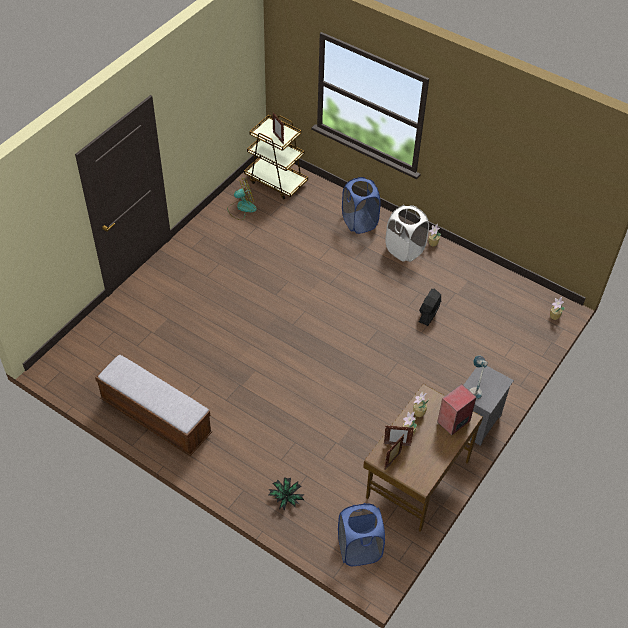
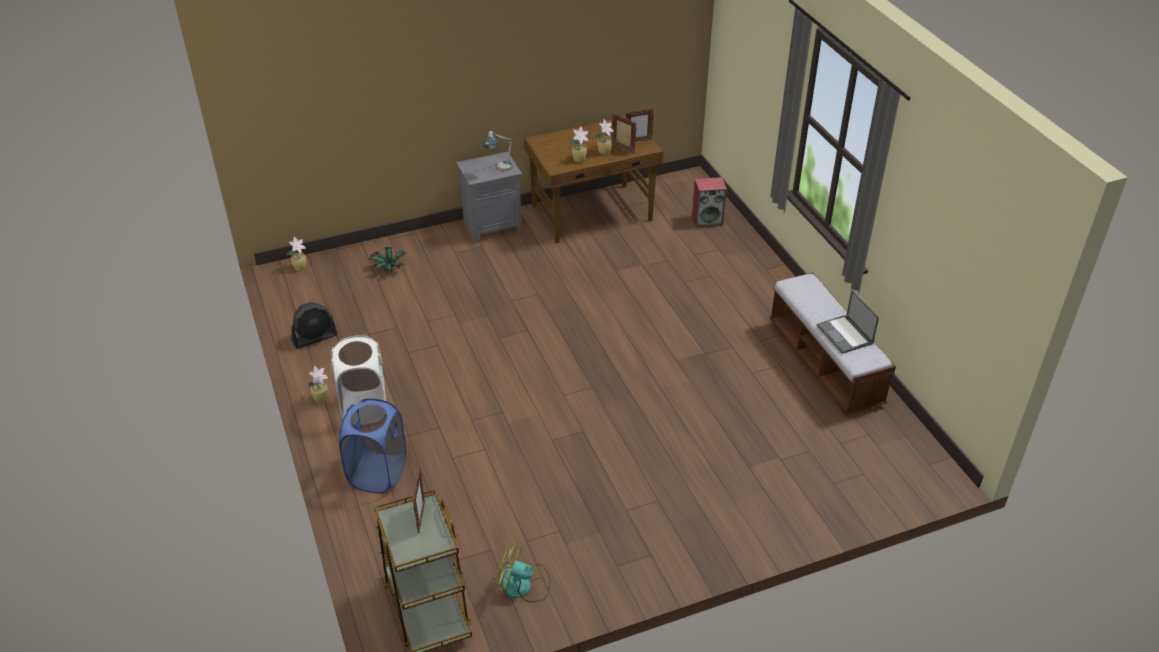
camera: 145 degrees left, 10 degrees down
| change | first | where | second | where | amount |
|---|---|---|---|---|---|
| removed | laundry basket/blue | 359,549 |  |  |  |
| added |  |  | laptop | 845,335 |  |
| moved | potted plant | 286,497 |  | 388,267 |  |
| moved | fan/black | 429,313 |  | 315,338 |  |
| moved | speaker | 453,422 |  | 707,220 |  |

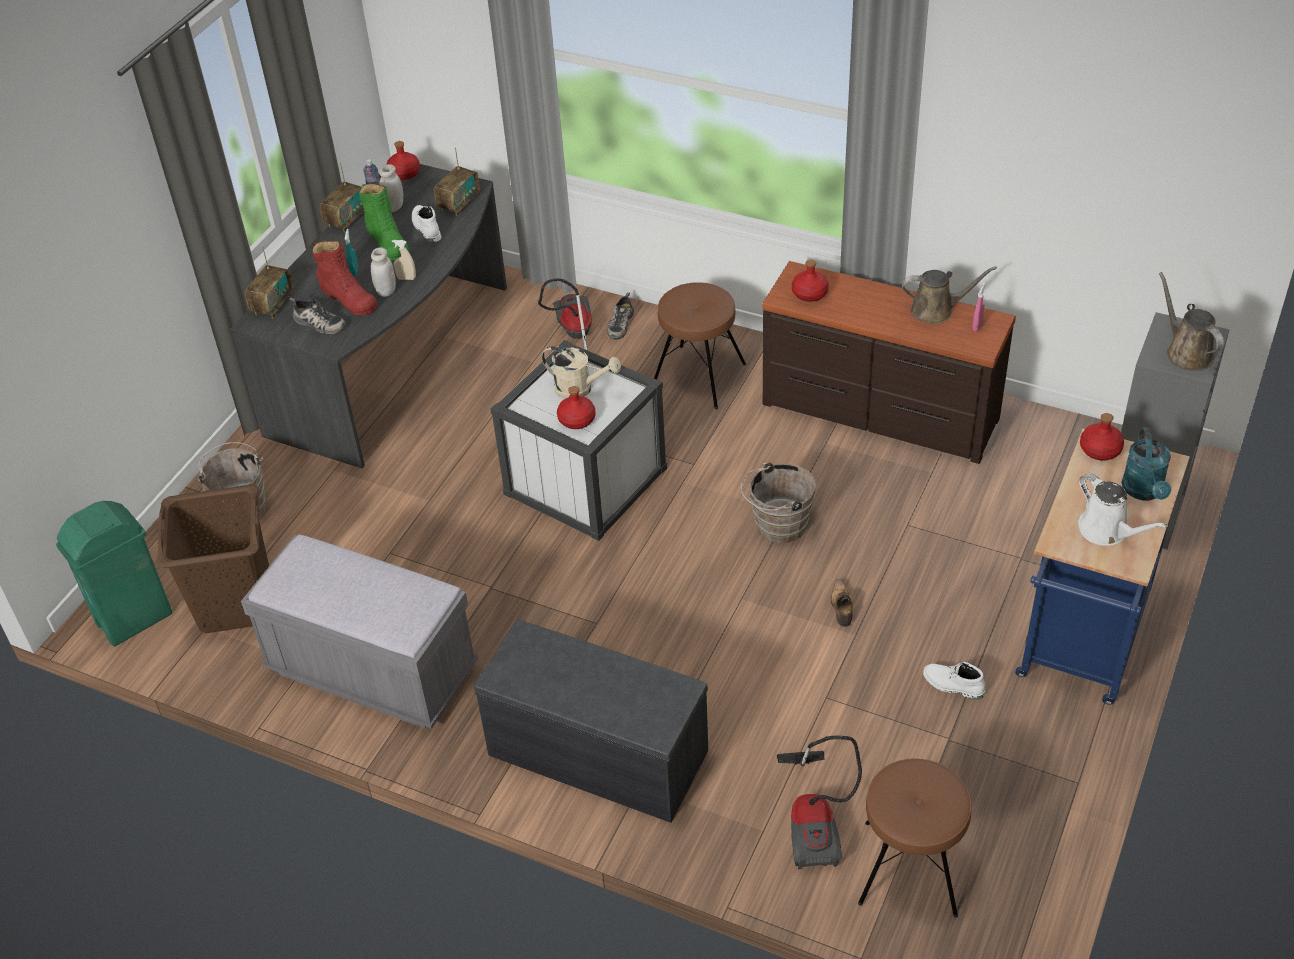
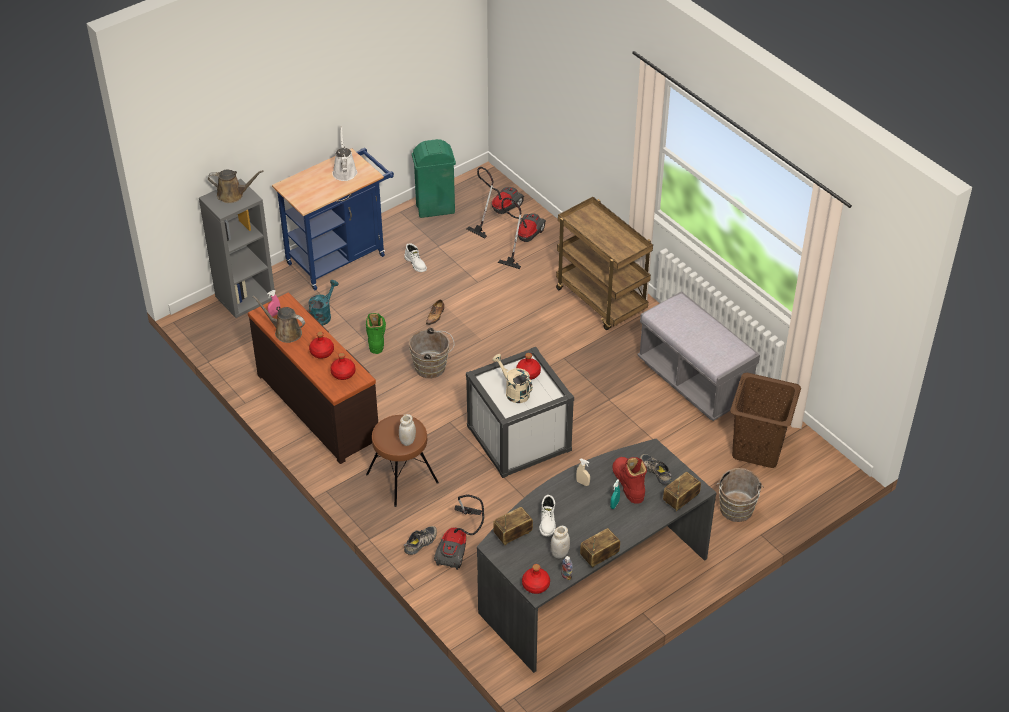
camera: 155 degrees left, 0 degrees up
| change | first | where | second | where | amount |
|---|---|---|---|---|---|
| moved | trash can/green | 135,619 |  | 435,209 |  |
| moved | boot/green | 388,242 |  | 376,337 |  |
| moved | jar/white | 386,291 |  | 407,441 |  |
| moved | bottle/red | 1099,449 |  | 322,352 |  |
| moved | watering can/turquoise | 1144,491 |  | 322,315 |  |
| replaced | bench/grey | 595,754 | cart/brown | 602,301 |  |
| replaced | stool/brown | 909,869 | vacuum cleaner | 497,211 |  |
| turned | watering can/brown | 1186,352 |  | 233,195 | 90 degrees counterclockwise |

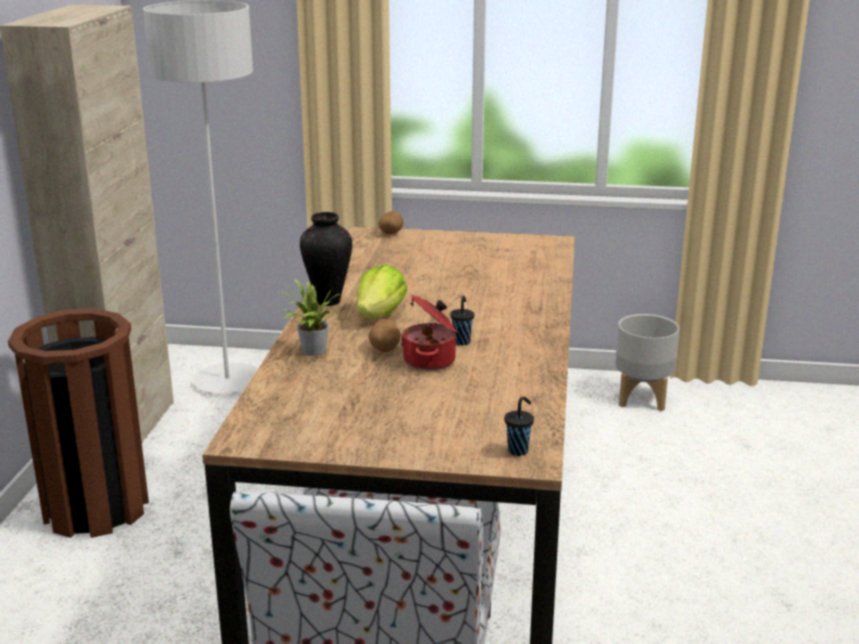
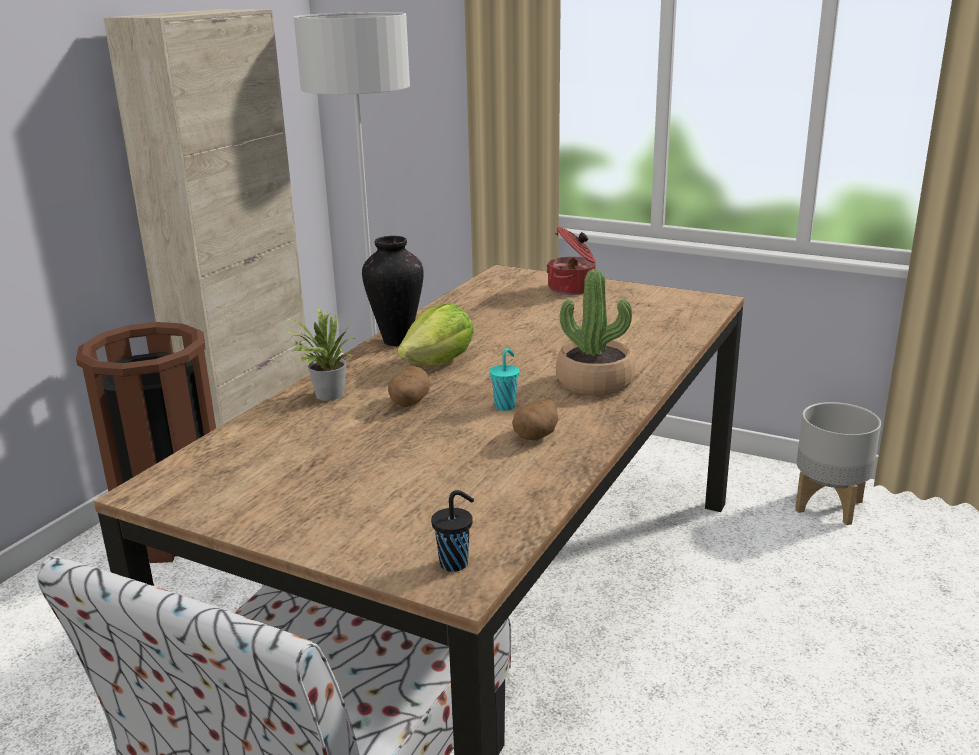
camera: 20 degrees right, 0 degrees up
| change | first | where | second | where | amount |
|---|---|---|---|---|---|
| added |  |  | potted plant | 595,382 |  |
| moved | potato | 391,232 |  | 536,435 |  |
| moved | cooking pot | 431,360 |  | 573,289 |  |
| recoloured | cup/black | 462,342 | cup/turquoise | 505,406 |  |

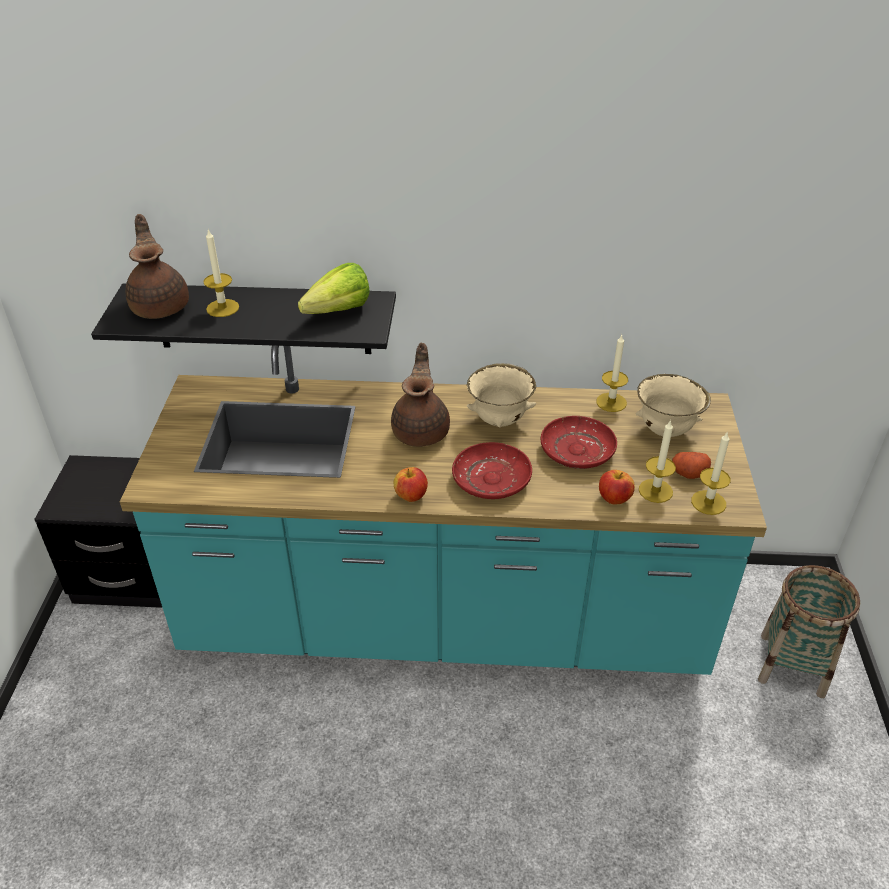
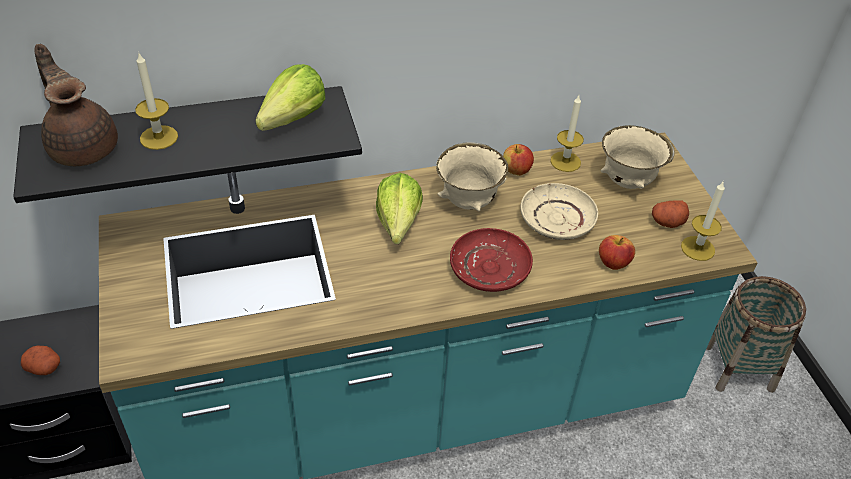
camera: 20 degrees left, 5 degrees up
| change | first | where | second | where | amount |
|---|---|---|---|---|---|
| removed | candle | 655,491 |  |  |  |
| added |  |  | potato | 45,367 |  |
| moved | apple | 411,496 |  | 516,171 |  |
| replaced | teapot/brown | 422,430 | lettuce | 396,229 |  |
| recoloured | plate/red | 577,451 | plate/beige | 557,220 |  |

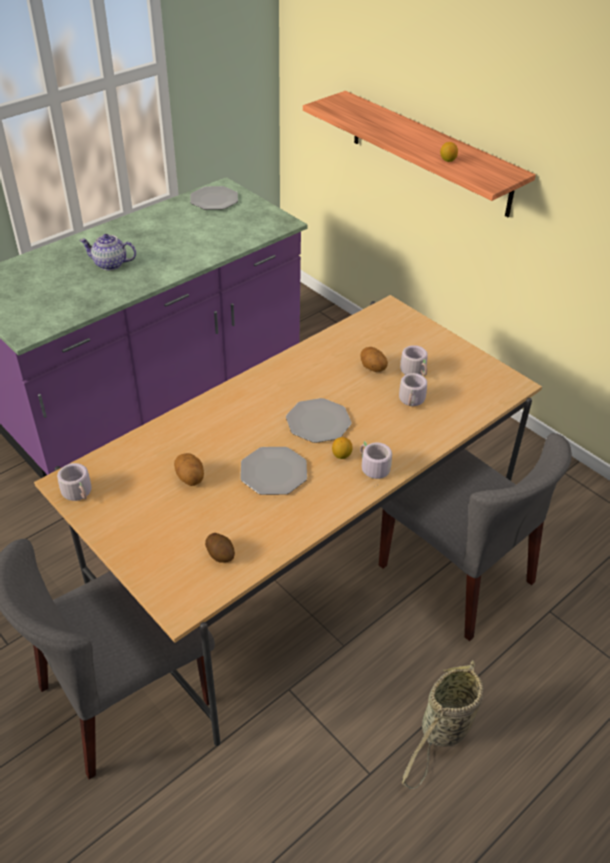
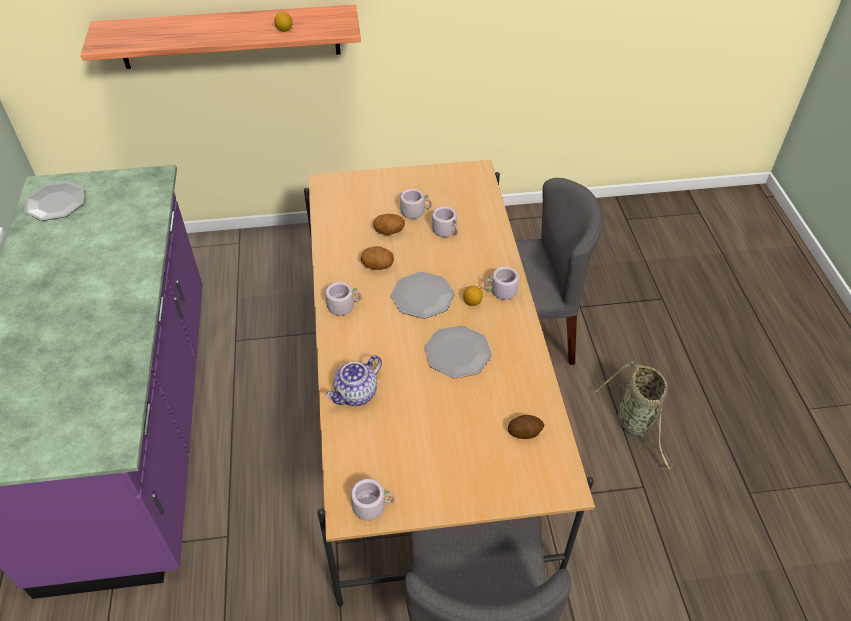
camera: 55 degrees left, 5 degrees up
| change | first | where | second | where | amount |
|---|---|---|---|---|---|
| added |  |  | mug/grey | 344,305 |  |
| moved | teapot | 110,264 |  | 356,394 |  |
| moved | potato | 190,478 |  | 378,266 |  |

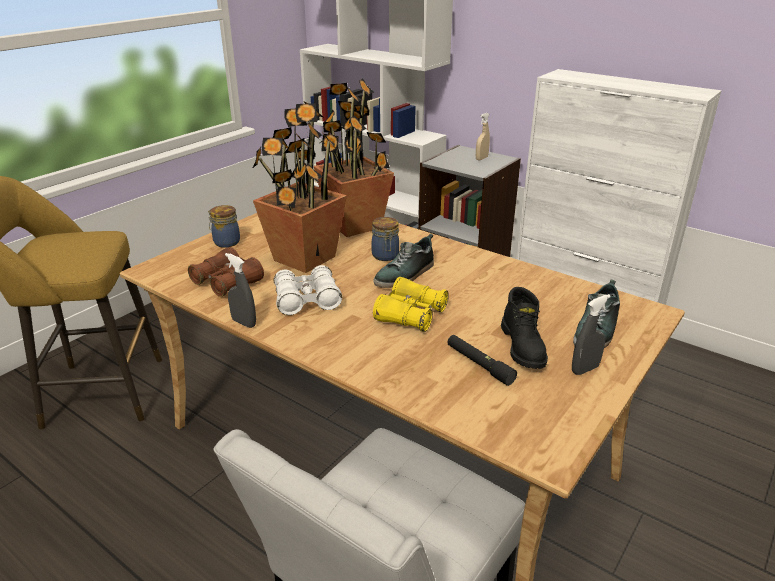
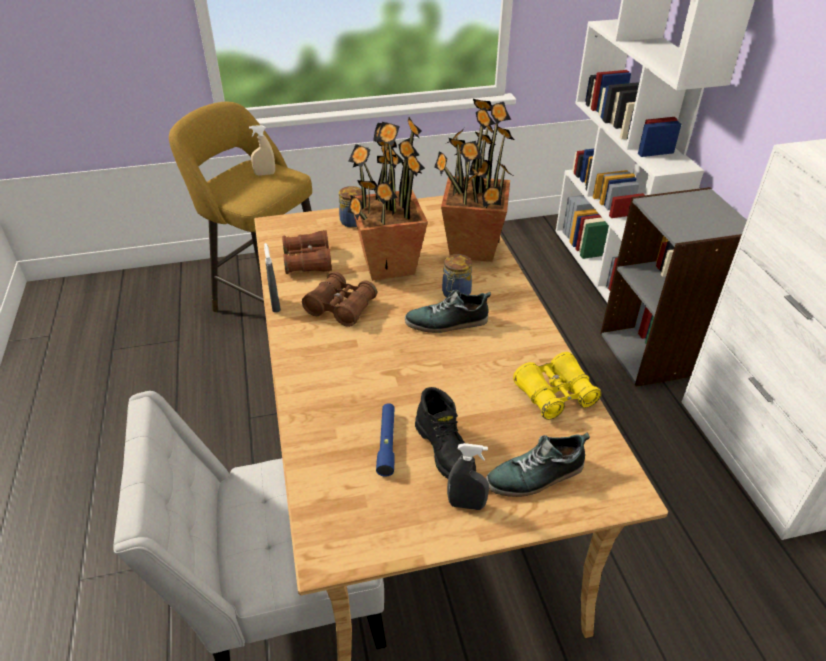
camera: 40 degrees right, 10 degrees up
| change | first | where | second | where | amount |
|---|---|---|---|---|---|
| moved | binoculars/yellow | 410,315 |  | 555,395 |  |
| moved | spray bottle/beige | 481,158 |  | 265,174 |  |
| recoloured | binoculars/white | 307,300 | binoculars/brown | 341,307 |  |
| recoloured | flashlight/black | 479,364 | flashlight/blue | 387,443 |  |
| turned | boot/black | 523,347 |  | 446,450 | 60 degrees counterclockwise |

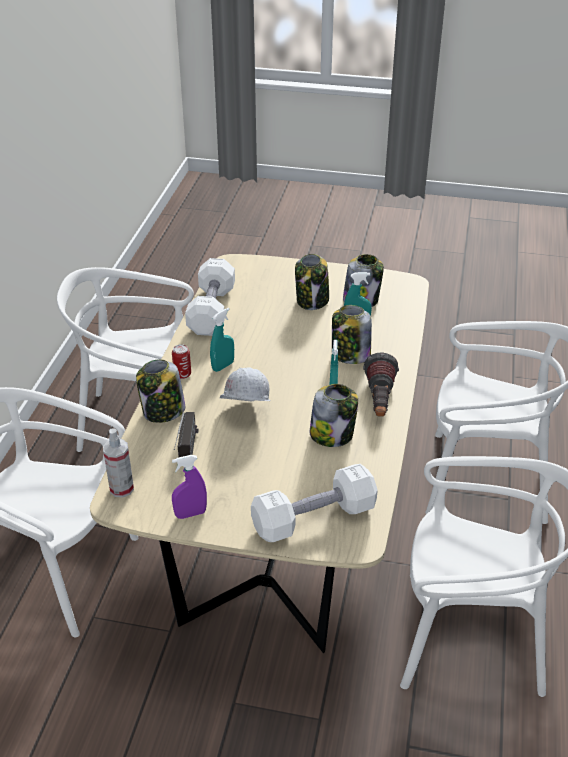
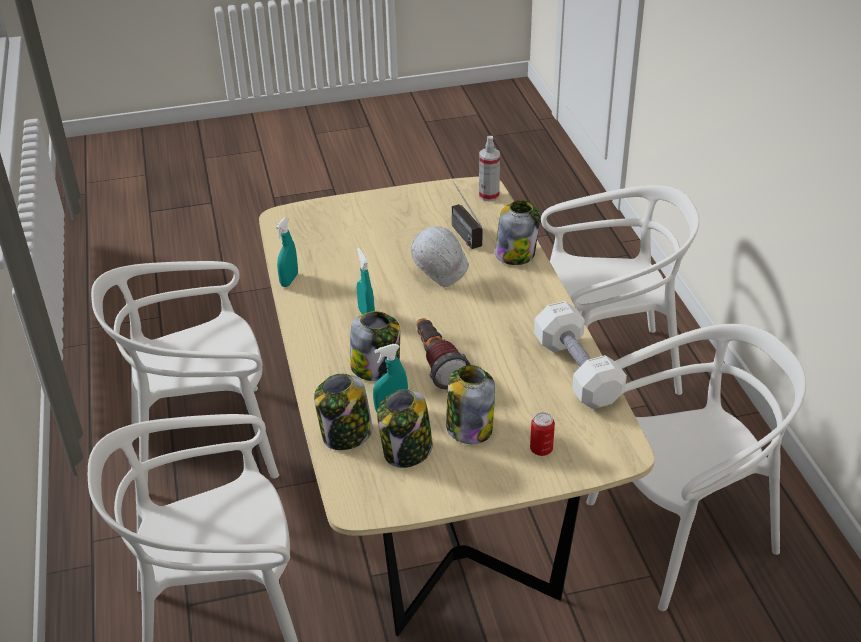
camera: 155 degrees right, 0 degrees up
| change | first | where | second | where | amount |
|---|---|---|---|---|---|
| removed | spray bottle/purple | 190,514 |  |  |  |
| removed | dumbbell/white | 314,518 |  |  |  |
| moved | can | 182,374 |  | 541,449 |  |
| moved | spray bottle/turquoise | 223,366 |  | 289,280 |  |
| moved | jar | 332,434 |  | 346,435 |  |
| moved | flashlight | 379,402 |  | 437,364 |  |

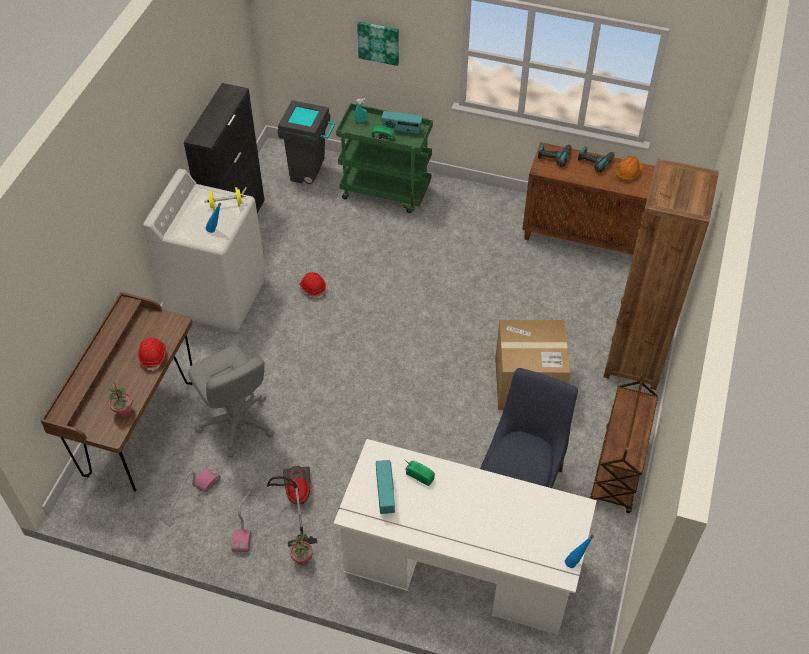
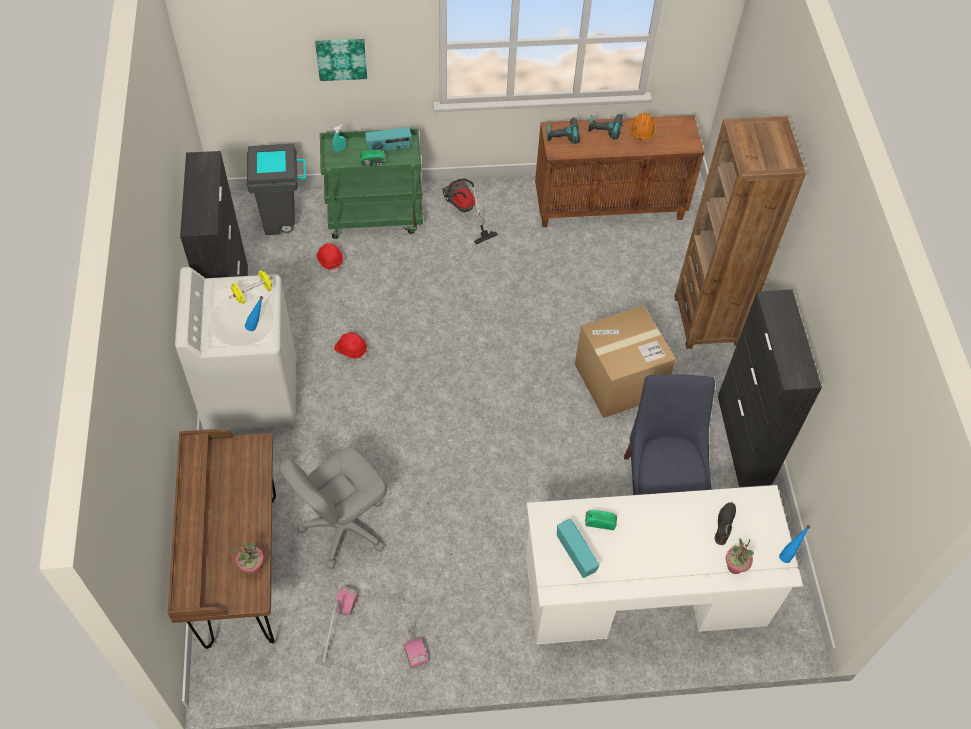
camera: 25 degrees left, 5 degrees up
| change | first | where | second | where | amount |
|---|---|---|---|---|---|
| added |  |  | shoe/black | 724,525 |  |
| moved | hard hat/red | 154,356 |  | 330,260 |  |
| moved | vacuum cleaner | 296,501 |  | 463,211 |  |
| moved | potted plant | 302,559 |  | 734,566 |  |
| replaced | cart/brown | 618,470 | cabinet/black | 744,440 |  |
| turned | office chair/grey | 236,423 |  | 344,527 | 105 degrees clockwise |

